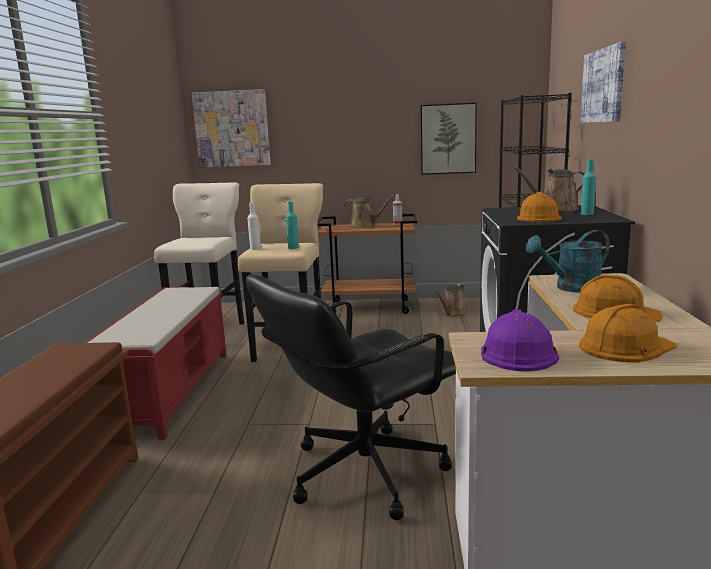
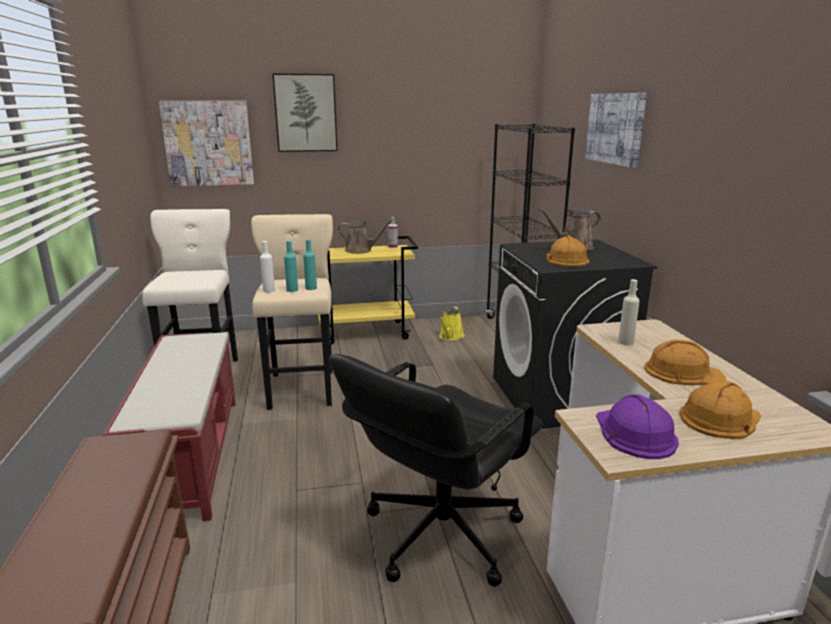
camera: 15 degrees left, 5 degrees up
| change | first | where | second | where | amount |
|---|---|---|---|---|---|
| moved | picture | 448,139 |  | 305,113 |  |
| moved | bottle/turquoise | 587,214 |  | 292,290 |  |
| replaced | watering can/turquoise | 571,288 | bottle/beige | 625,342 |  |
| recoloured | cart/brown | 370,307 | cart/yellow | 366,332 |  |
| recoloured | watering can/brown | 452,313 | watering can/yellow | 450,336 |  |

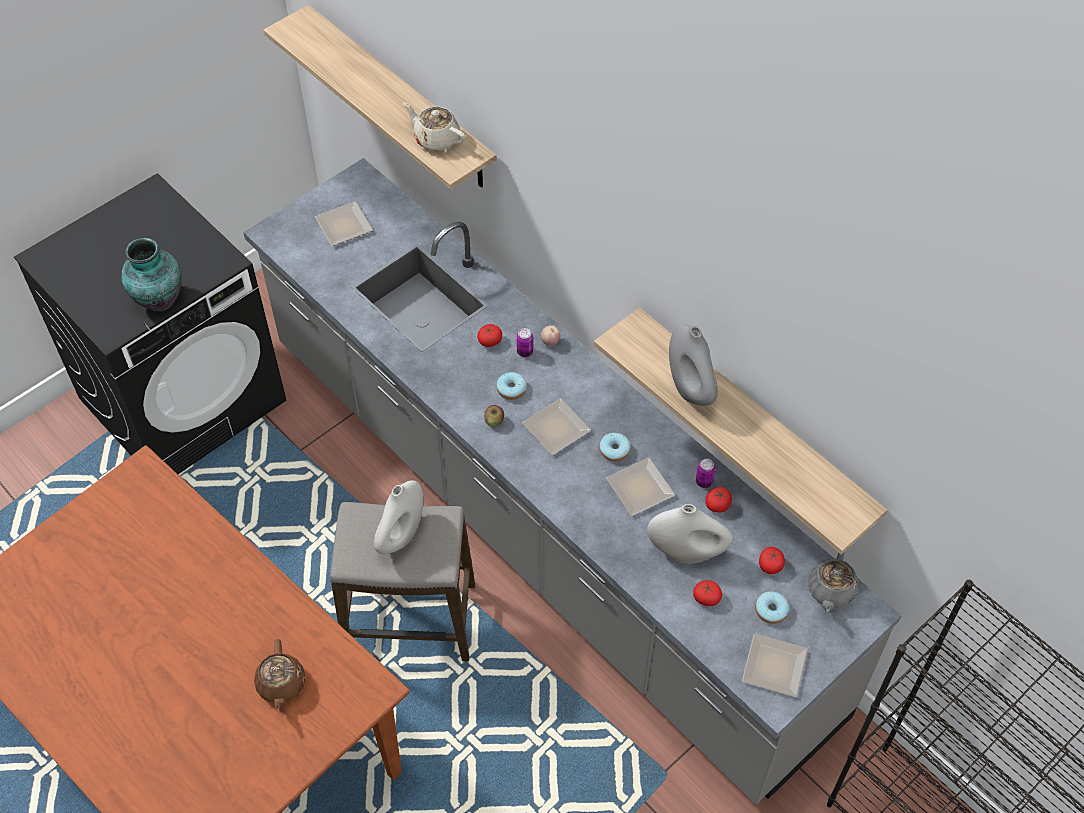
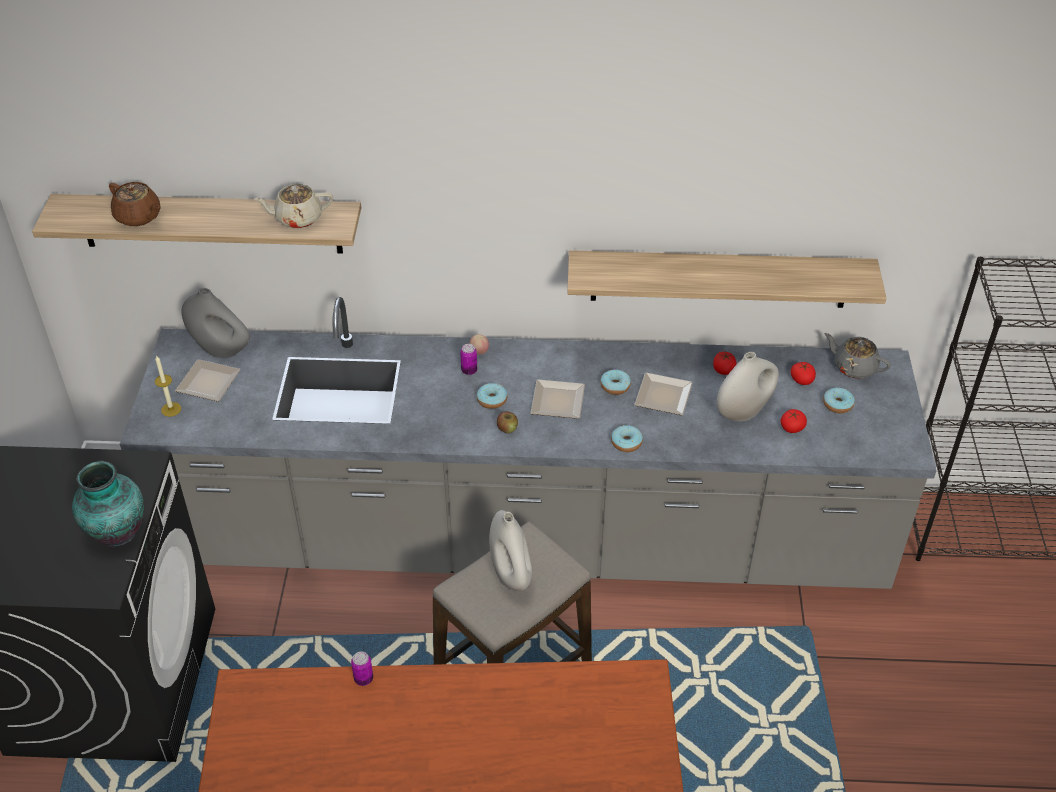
camera: 45 degrees left, 10 degrees down
| change | first | where | second | where | amount |
|---|---|---|---|---|---|
| removed | tomato | 489,341 |  |  |  |
| removed | plate | 776,666 |  |  |  |
| added |  |  | candle | 171,409 |  |
| added |  |  | donut | 626,443 |  |
| moved | teapot/brown | 281,685 |  | 139,217 |  |
| moved | vase/grey | 690,388 |  | 221,349 |  |
| moved | can | 704,482 |  | 363,679 |  |
| turned | teapot/grey | 830,590 |  | 853,367 | 150 degrees clockwise |

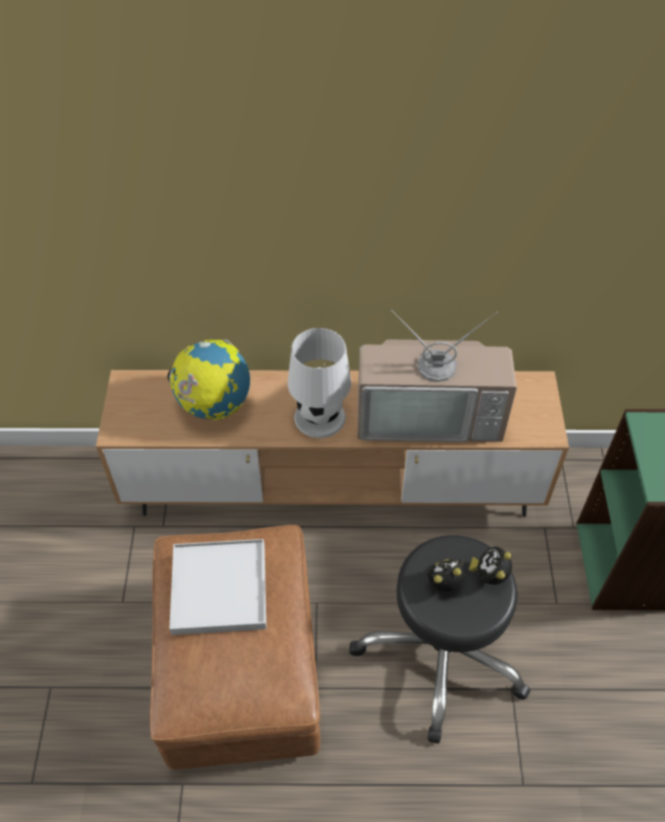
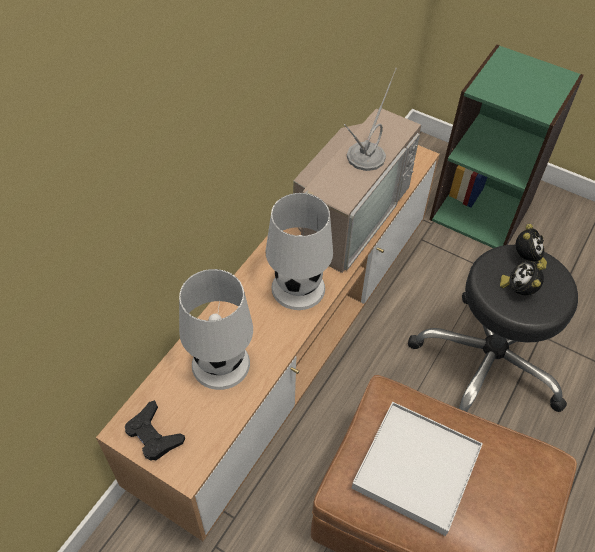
camera: 60 degrees left, 0 degrees up
| change | first | where | second | where | amount |
|---|---|---|---|---|---|
| added |  |  | game controller/black | 153,435 |  |
| replaced | globe | 214,404 | table lamp/white | 220,363 |  |
| turned | alarm clock | 489,575 |  | 526,259 | 120 degrees counterclockwise |

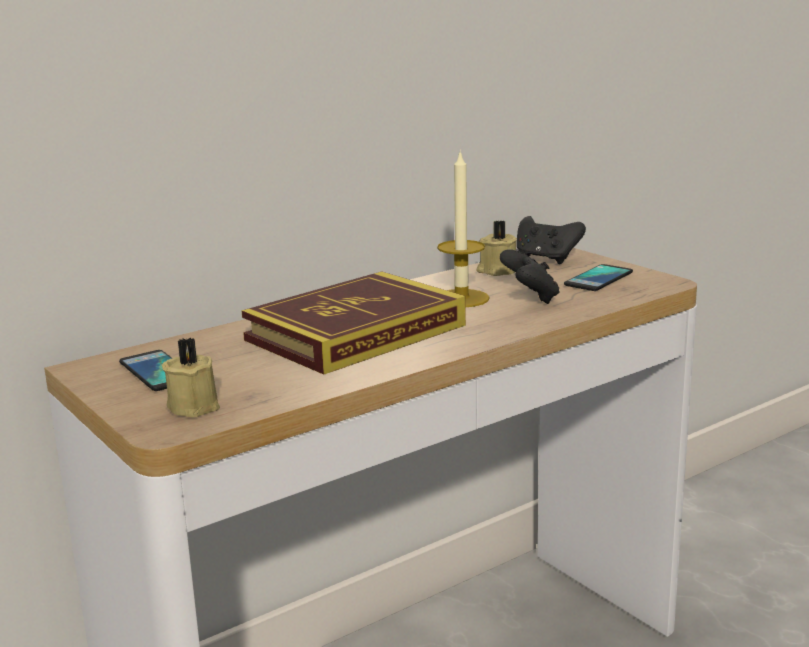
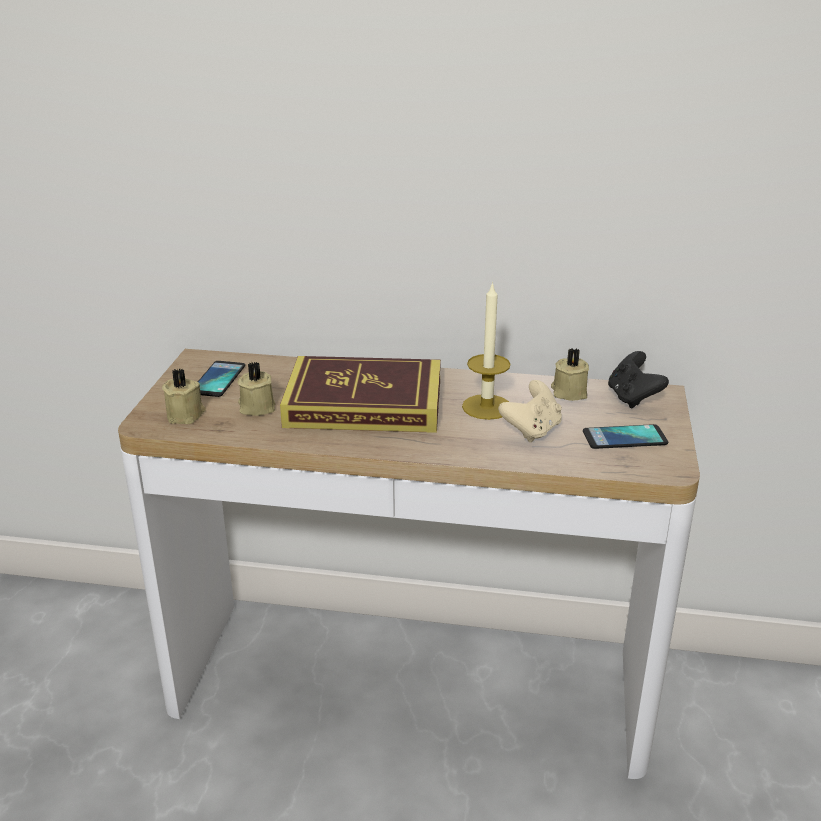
camera: 45 degrees right, 10 degrees up
| change | first | where | second | where | amount |
|---|---|---|---|---|---|
| added |  |  | candle/beige | 256,407 |  |
| recoloured | game controller/black | 530,298 | game controller/beige | 532,431 |  |

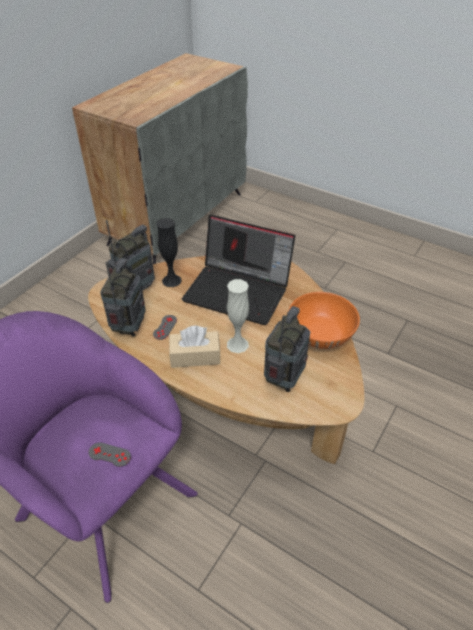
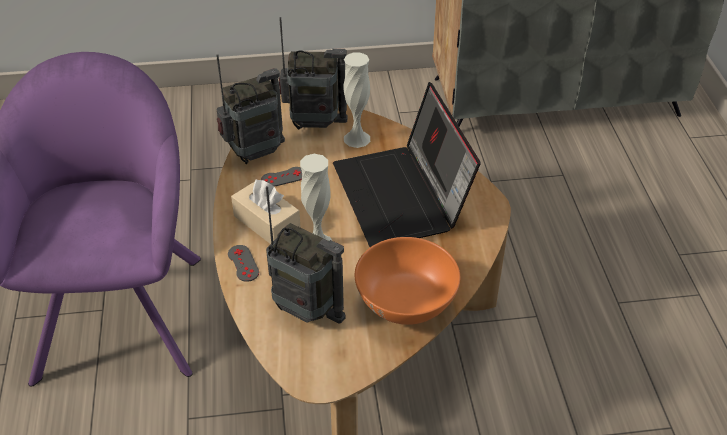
camera: 50 degrees right, 0 degrees up
| change | first | where | second | where | amount |
|---|---|---|---|---|---|
| moved | game controller/grey | 109,454 |  | 243,263 |  |
| recoloured | vase/black | 171,280 | vase/white | 357,139 |  |
| turned | radio | 284,379 |  | 305,310 | 45 degrees clockwise |

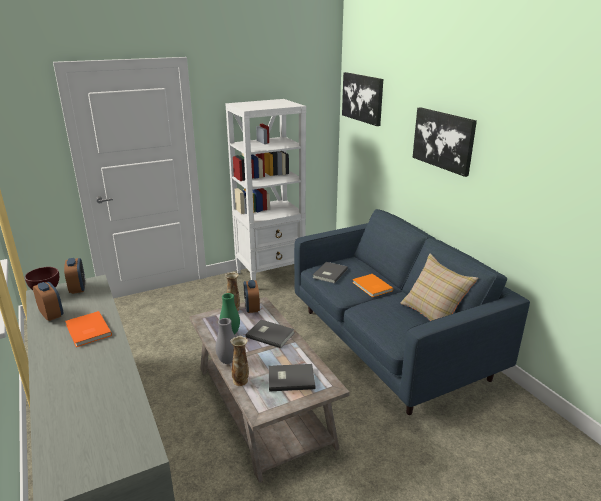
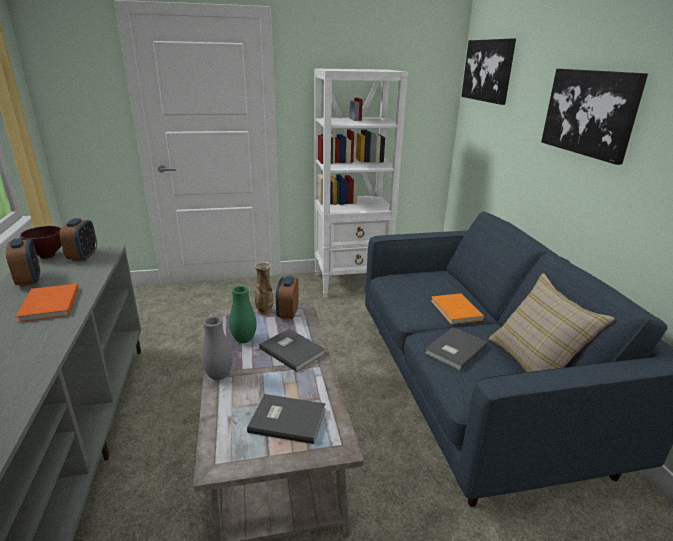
camera: 15 degrees right, 0 degrees up
| change | first | where | second | where | amount |
|---|---|---|---|---|---|
| removed | vase | 241,381 |  |  |  |
| moved | book/grey | 329,273 |  | 454,349 |  |

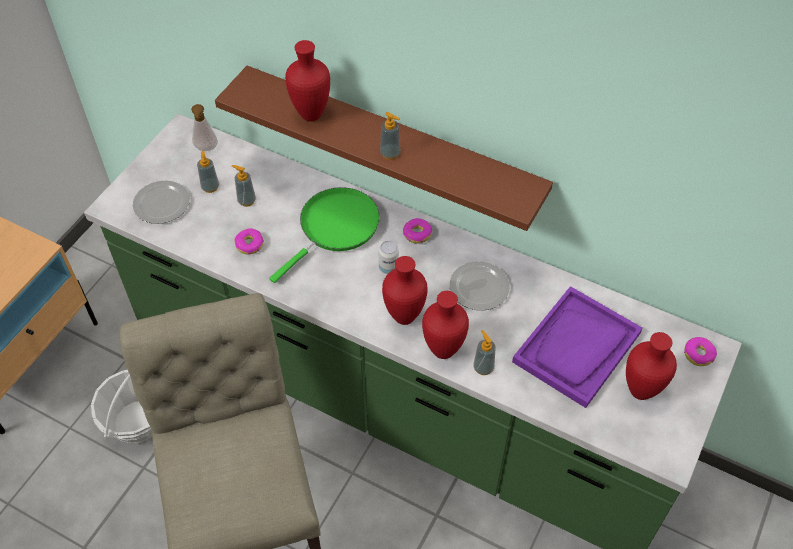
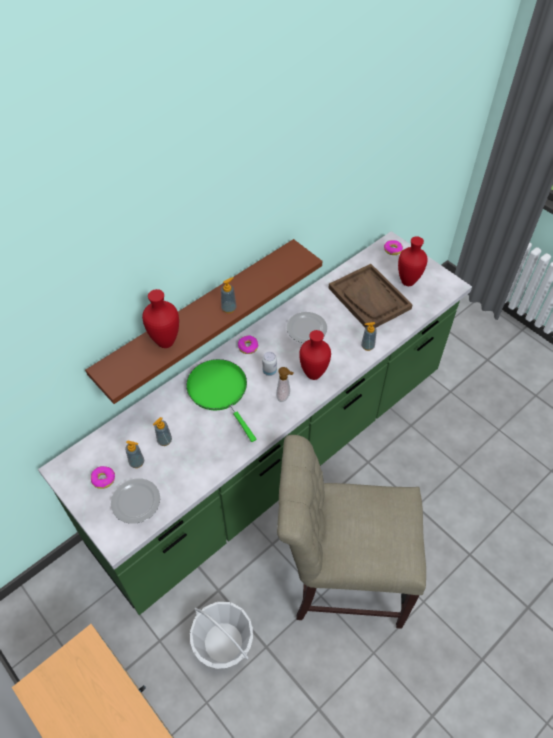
camera: 70 degrees left, 0 degrees up
| change | first | where | second | where | amount |
|---|---|---|---|---|---|
| removed | vase/red | 442,351 |  |  |  |
| moved | soap dispenser | 206,149 |  | 284,397 |  |
| moved | donut | 249,245 |  | 103,479 |  |
| recoloured | tray/purple | 576,348 | tray/brown | 369,298 |  |

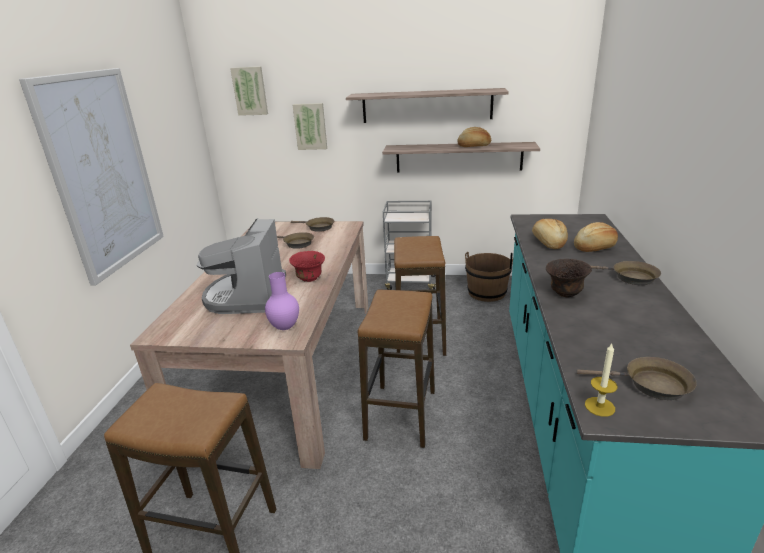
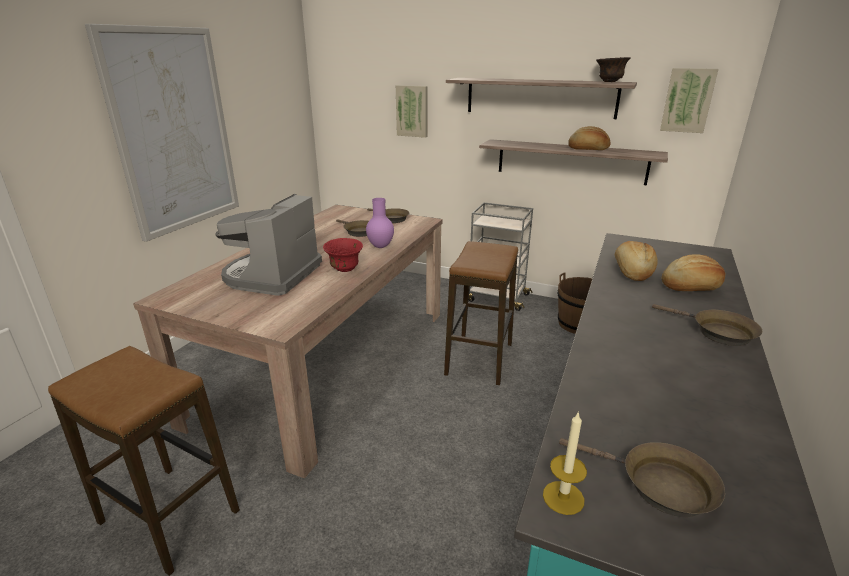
camera: 15 degrees right, 0 degrees up
| change | first | where | second | where | amount |
|---|---|---|---|---|---|
| removed | stool | 401,415 |  |  |  |
| moved | picture | 250,91 |  | 687,100 |  |
| moved | vase/purple | 285,328 |  | 380,247 |  |
| moved | bowl/brown | 565,293 |  | 609,82 |  |

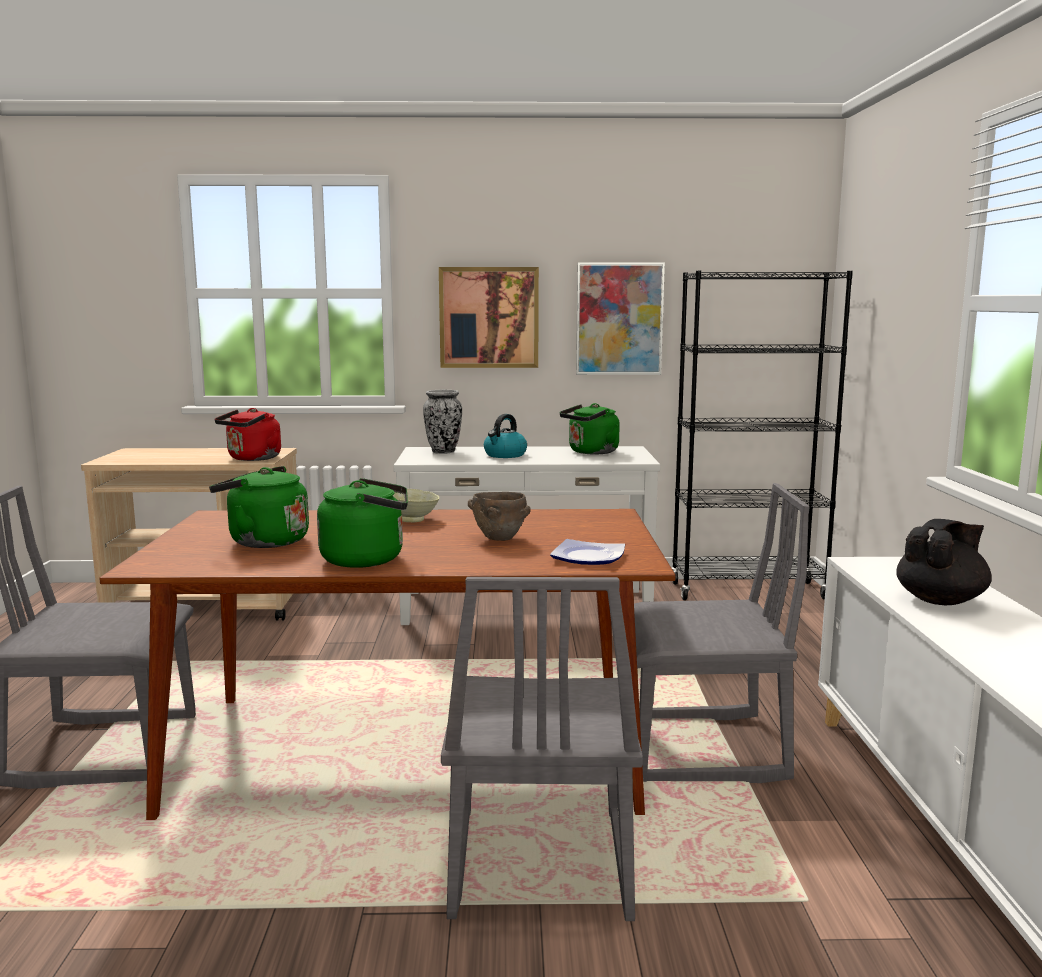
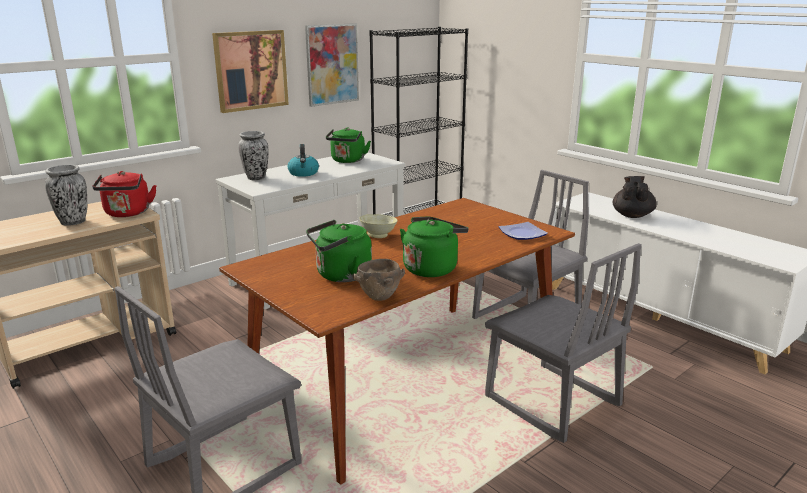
camera: 40 degrees left, 10 degrees up
| change | first | where | second | where | amount |
|---|---|---|---|---|---|
| added |  |  | vase | 73,222 |  |
| moved | bowl/brown | 500,539 |  | 380,298 |  |

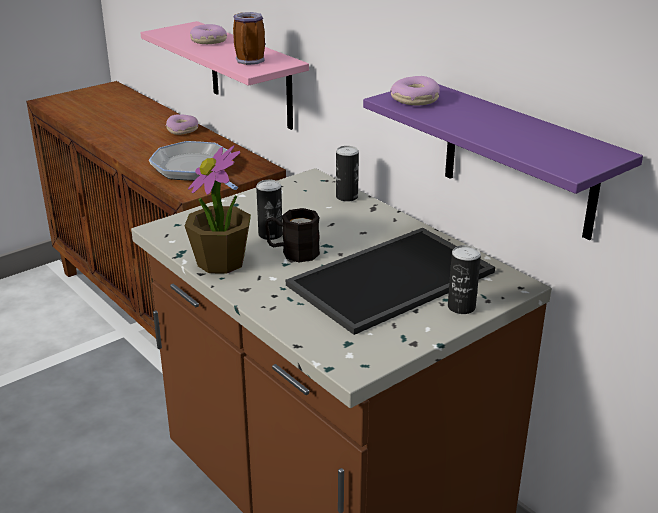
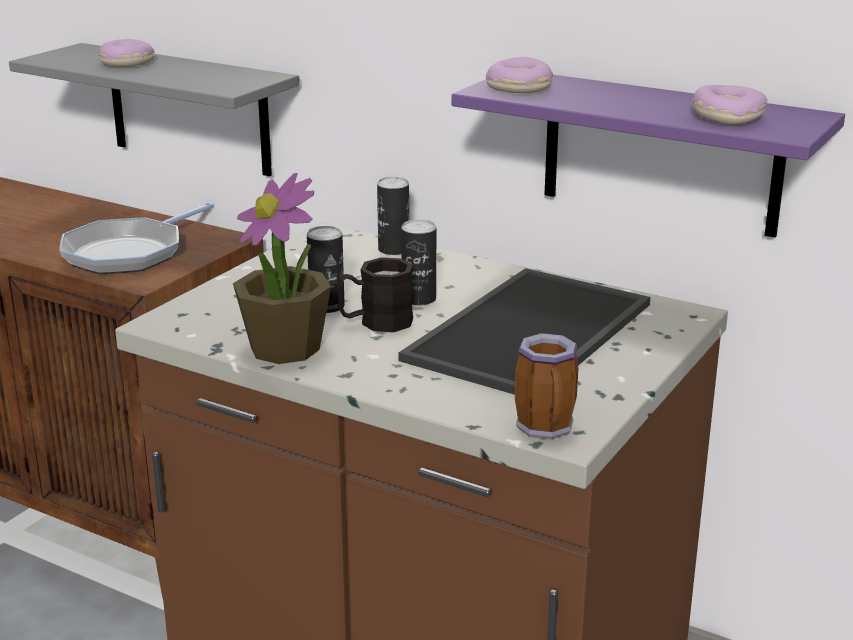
camera: 20 degrees left, 5 degrees down
| change | first | where | second | where | amount |
|---|---|---|---|---|---|
| moved | donut | 182,130 |  | 727,117 |  |
| moved | mug | 250,62 |  | 548,429 |  |
| moved | can | 461,307 |  | 419,299 |  |
| recoloured | shelf/pink | 250,75 | shelf/grey | 189,109 |  |
| turned | frying pan | 194,169 |  | 129,253 | 90 degrees counterclockwise |

